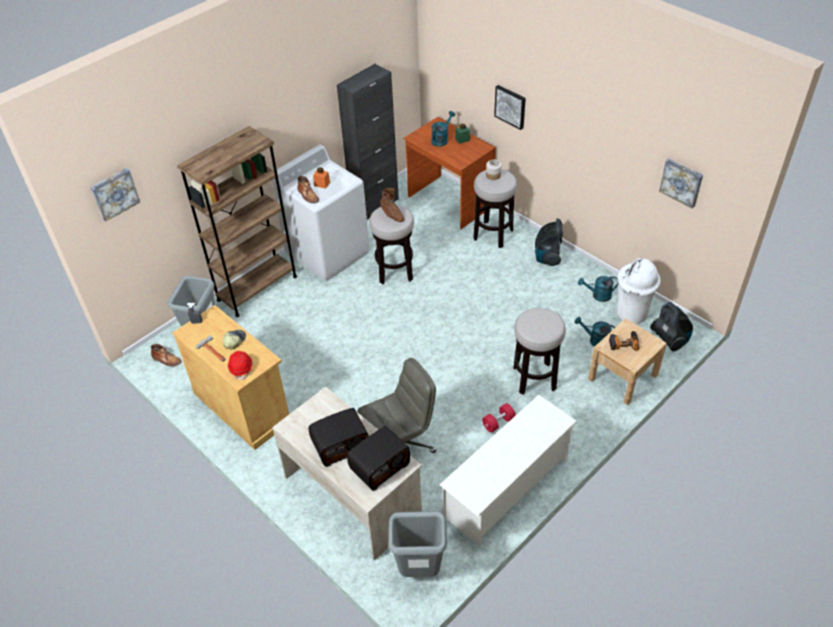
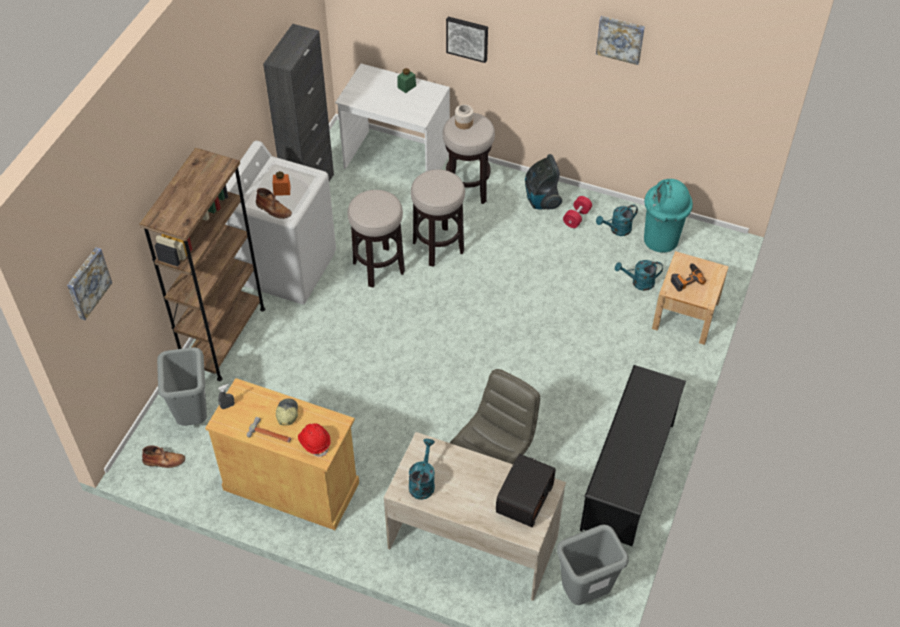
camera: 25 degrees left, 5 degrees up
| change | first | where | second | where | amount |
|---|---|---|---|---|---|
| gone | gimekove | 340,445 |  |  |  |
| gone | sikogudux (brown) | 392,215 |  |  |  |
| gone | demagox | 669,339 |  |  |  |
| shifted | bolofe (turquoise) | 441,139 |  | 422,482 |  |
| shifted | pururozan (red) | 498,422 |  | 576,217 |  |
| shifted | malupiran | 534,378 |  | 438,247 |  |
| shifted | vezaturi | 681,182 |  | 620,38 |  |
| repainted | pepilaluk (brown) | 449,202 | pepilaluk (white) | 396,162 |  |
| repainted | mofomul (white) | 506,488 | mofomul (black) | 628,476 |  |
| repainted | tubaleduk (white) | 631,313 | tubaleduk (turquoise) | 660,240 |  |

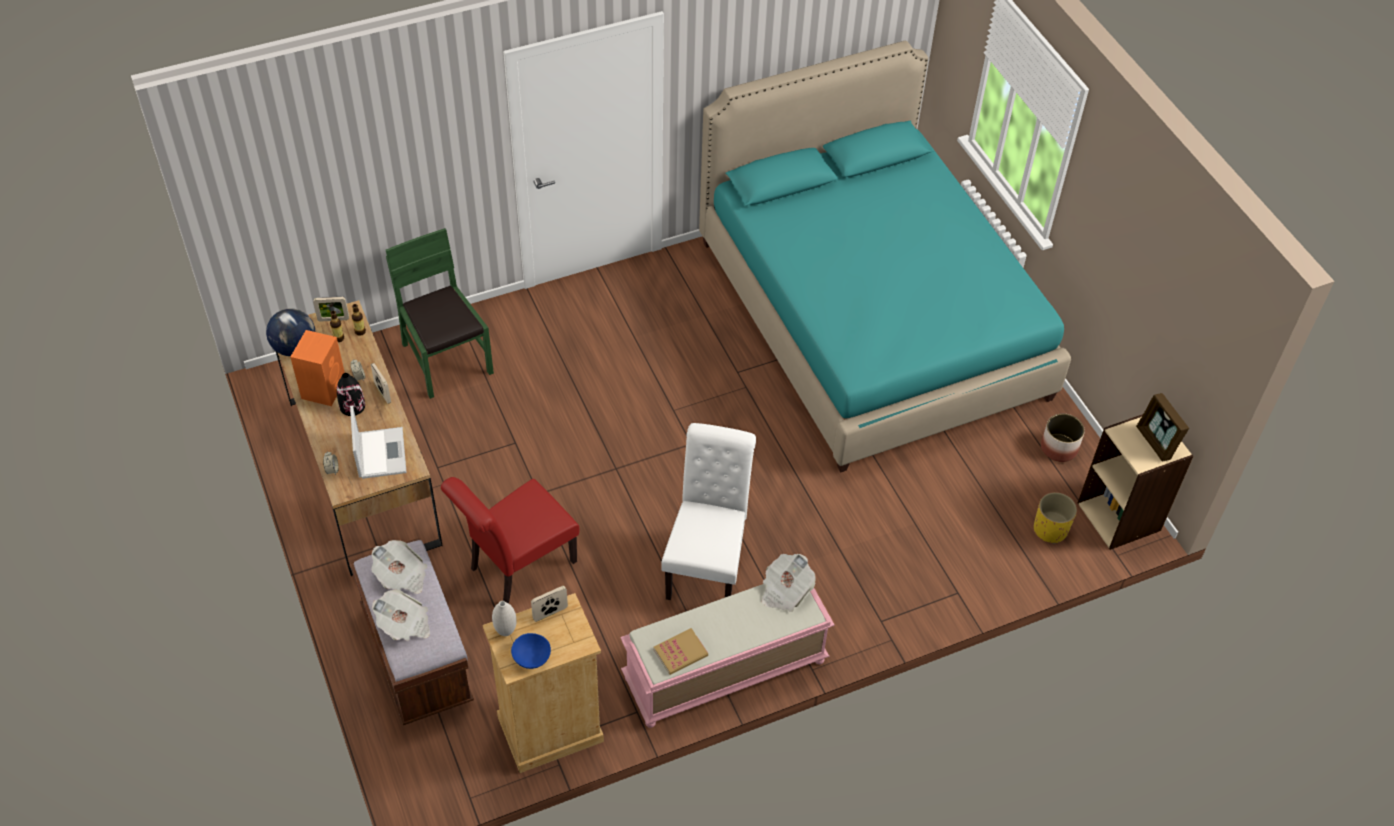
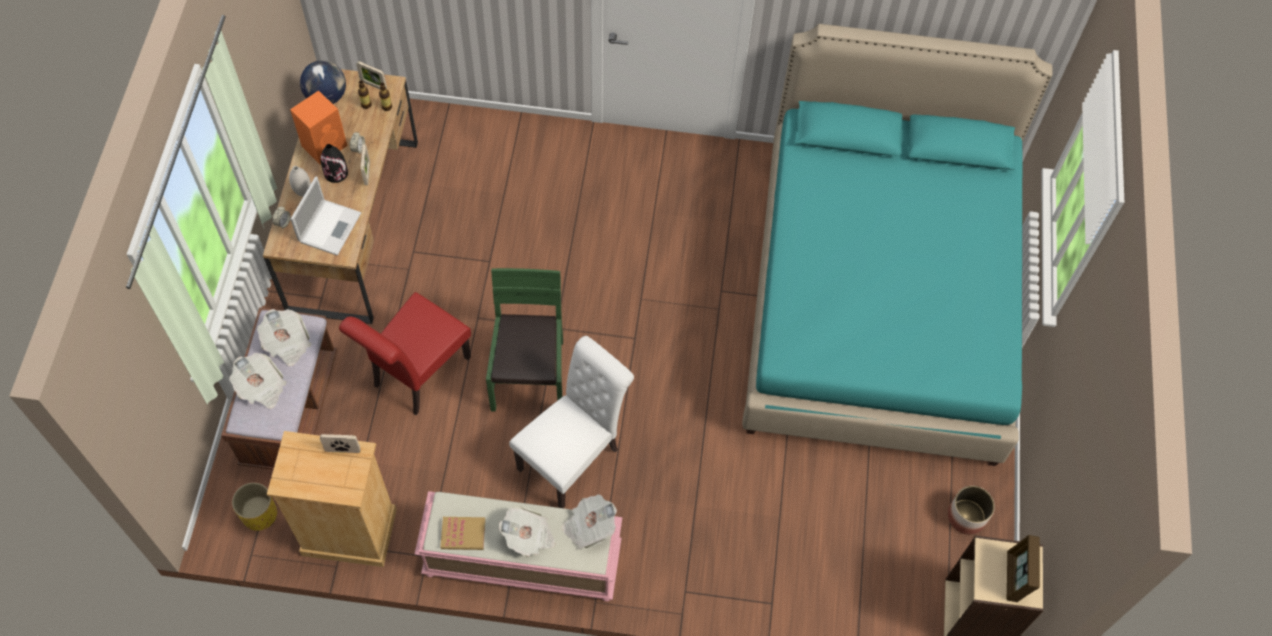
camera: 30 degrees right, 10 degrees up
| change | first | where | second | where | amount |
|---|---|---|---|---|---|
| gone | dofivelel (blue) | 531,658 |  |  |  |
| new |  |  | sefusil | 528,537 |  |
| shifted | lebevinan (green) | 446,359 |  | 529,376 |  |
| shifted | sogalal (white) | 505,631 |  | 303,192 |  |
| shifted | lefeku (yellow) | 1050,529 |  | 259,514 |  |
| rotated | lebevinan (red) | 517,568 |  | 417,375 | 45 degrees counterclockwise |

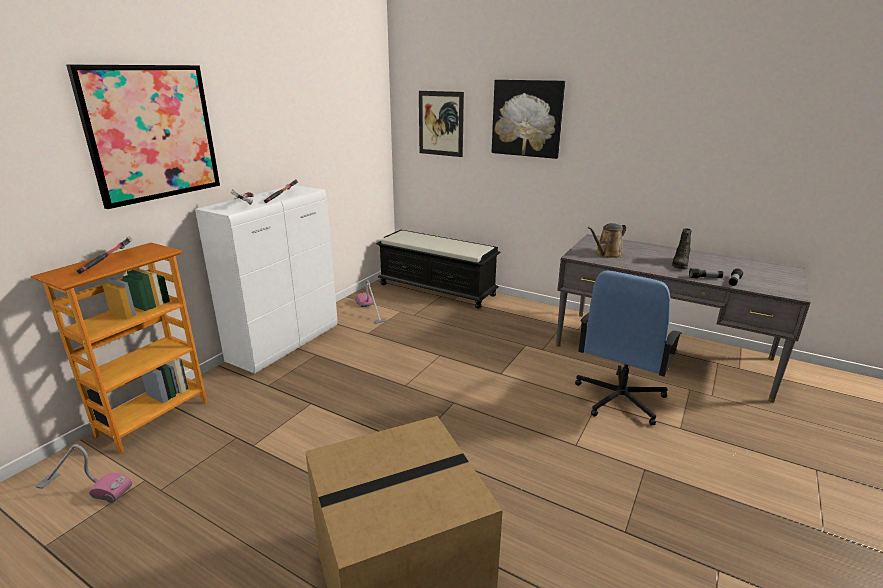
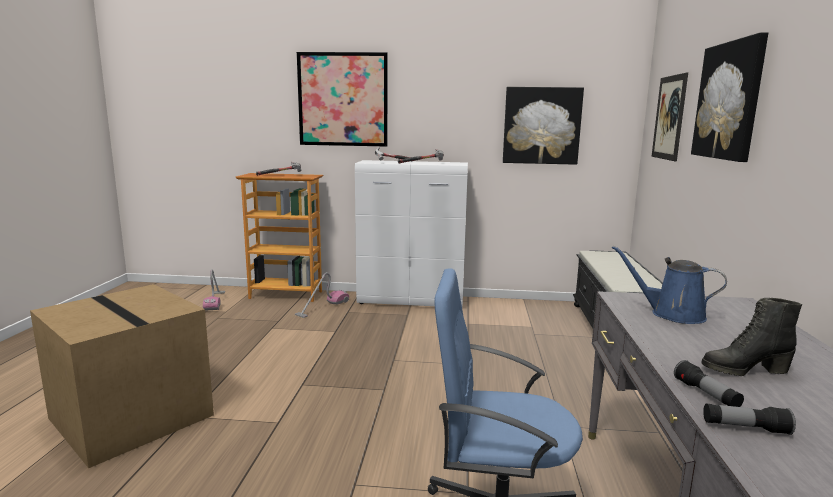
camera: 65 degrees right, 10 degrees down
| change | first | where | second | where | amount |
|---|---|---|---|---|---|
| new |  |  | vezaturi | 541,126 |  |
| shifted | demagox | 370,311 |  | 322,307 |  |
| repainted | bolofe (brown) | 607,254 | bolofe (blue) | 672,314 |  |

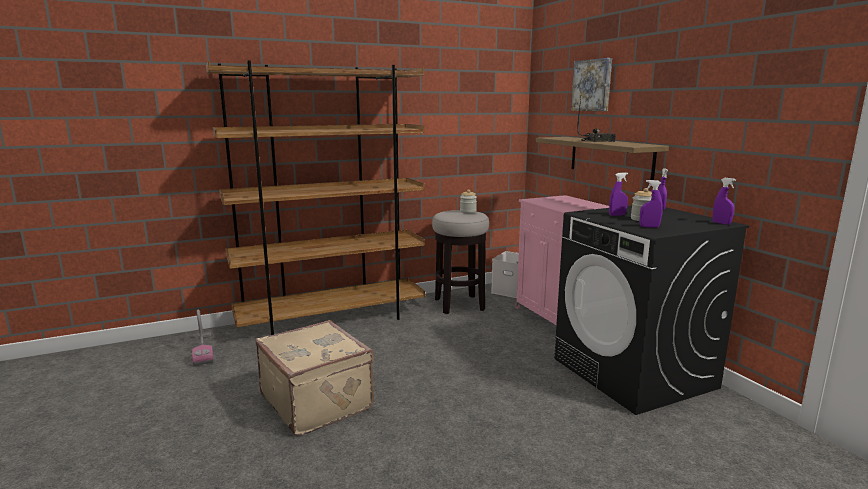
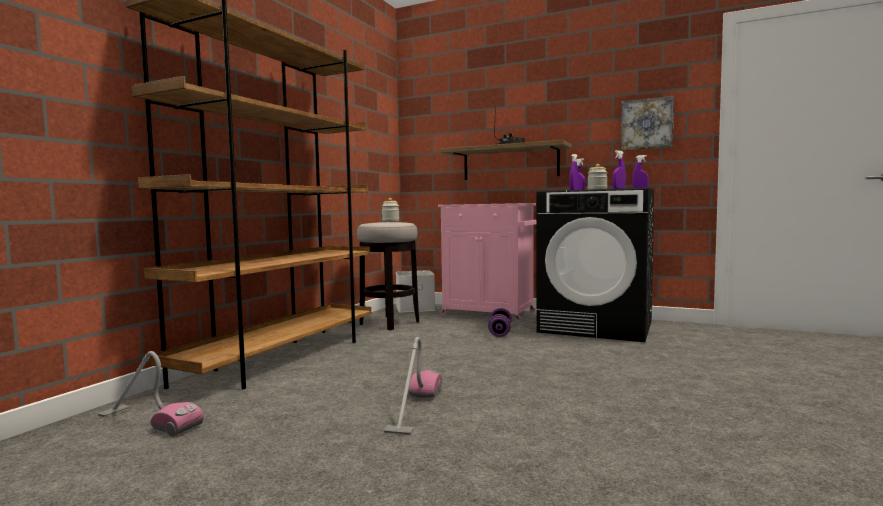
camera: 40 degrees left, 10 degrees down
| change | first | where | second | where | amount |
|---|---|---|---|---|---|
| new |  |  | pururozan (purple) | 500,332 |  |
| shifted | vezaturi | 592,85 |  | 647,124 |  |
| swapped | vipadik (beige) | 318,401 | demagox | 415,408 |  |

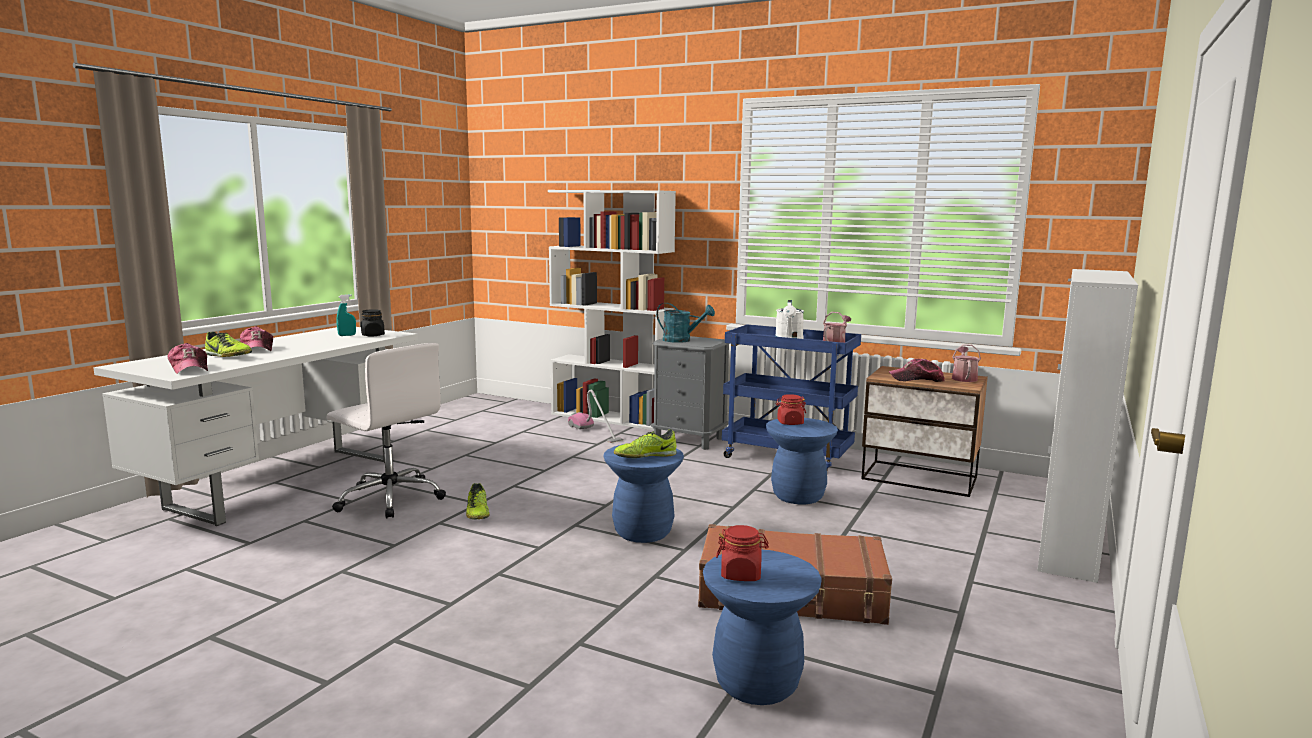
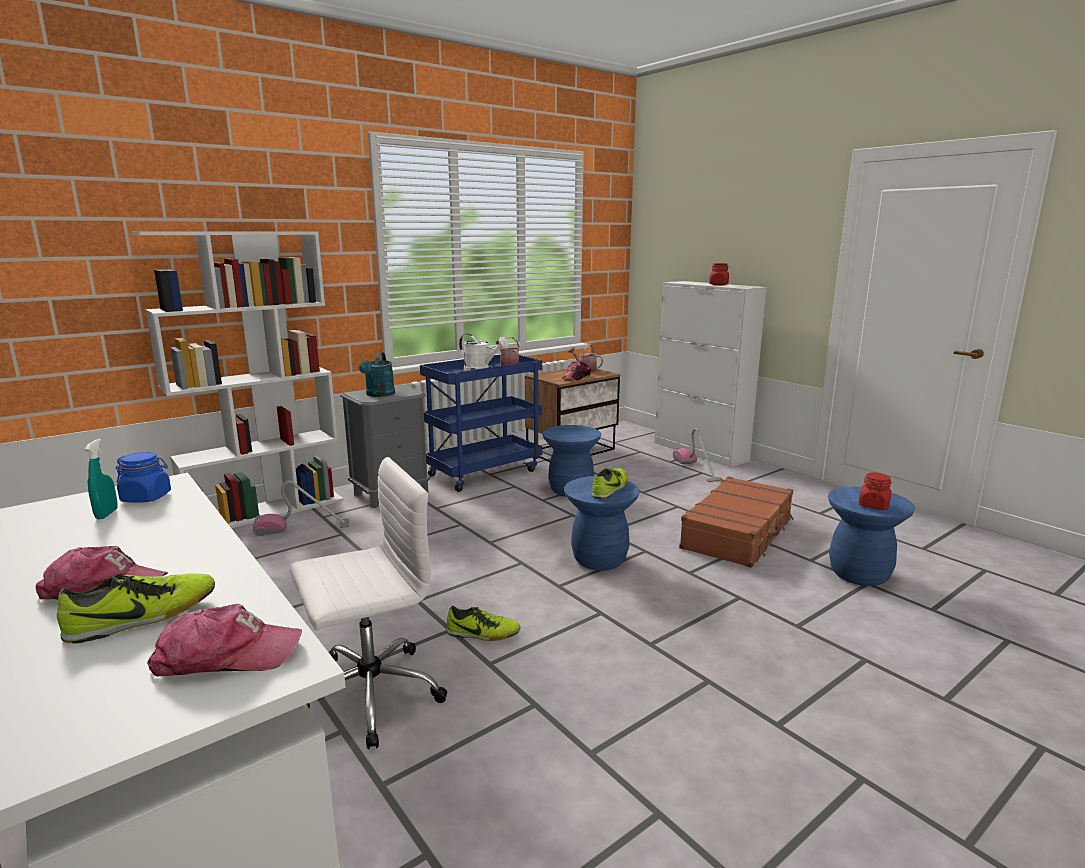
camera: 65 degrees left, 5 degrees up
| change | first | where | second | where | amount |
|---|---|---|---|---|---|
| new |  |  | demagox | 696,469 |  |
| shifted | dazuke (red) | 790,423 |  | 718,285 |  |
| repainted | dazuke (black) | 373,335 | dazuke (blue) | 146,497 |  |
| rotated | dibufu | 645,456 |  | 610,489 | 150 degrees counterclockwise |
| rotated | bolofe (turquoise) | 682,340 |  | 379,395 | 135 degrees clockwise |

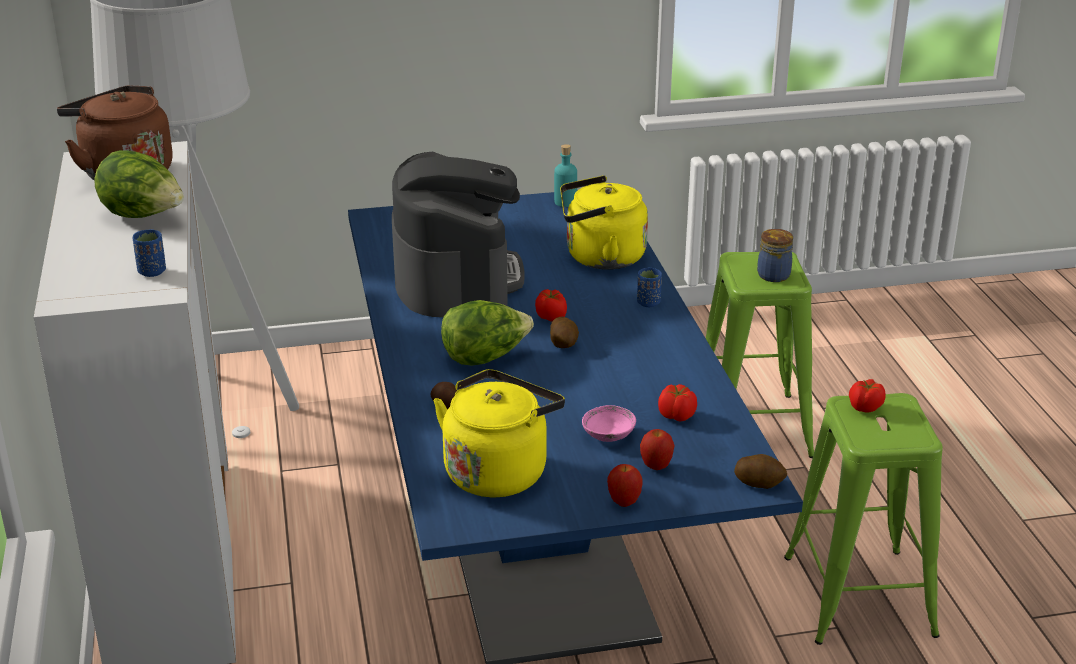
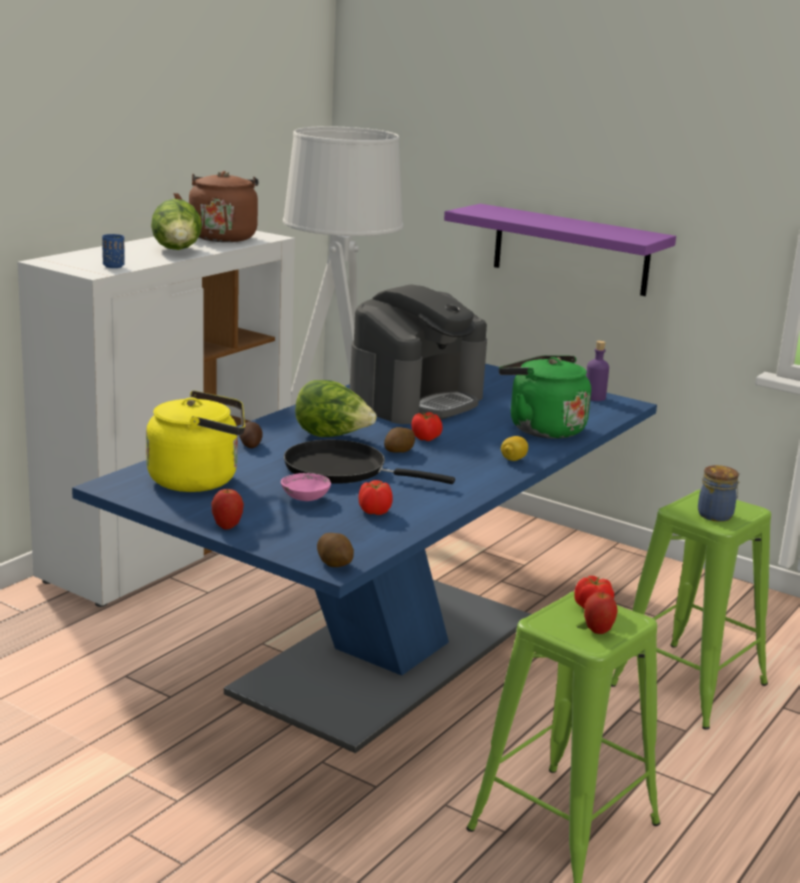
camera: 45 degrees right, 10 degrees down
| change | first | where | second | where | amount |
|---|---|---|---|---|---|
| new |  |  | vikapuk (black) | 342,470 |  |
| new |  |  | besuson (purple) | 570,250 |  |
| shifted | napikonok | 656,467 |  | 598,631 |  |
| swapped | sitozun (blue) | 648,303 | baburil | 513,459 |  |
| repainted | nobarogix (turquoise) | 565,202 | nobarogix (purple) | 594,397 |  |
| repainted | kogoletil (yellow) | 600,258 | kogoletil (green) | 542,428 |  |

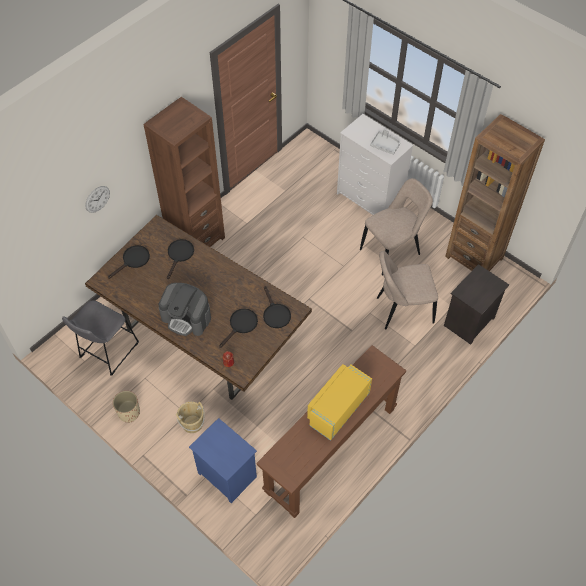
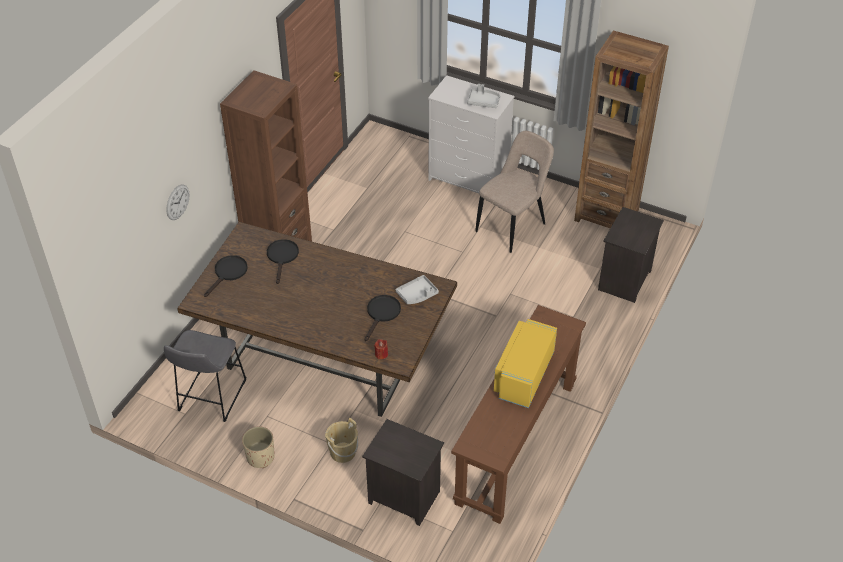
camera: 15 degrees left, 10 degrees down
| change | first | where | second | where | amount |
|---|---|---|---|---|---|
| gone | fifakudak | 187,317 |  |  |  |
| gone | lebevinan (beige) | 401,310 |  |  |  |
| swapped | vikapuk (black) | 275,313 | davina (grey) | 417,294 |  |
| repainted | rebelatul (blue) | 226,475 | rebelatul (black) | 402,497 |  |

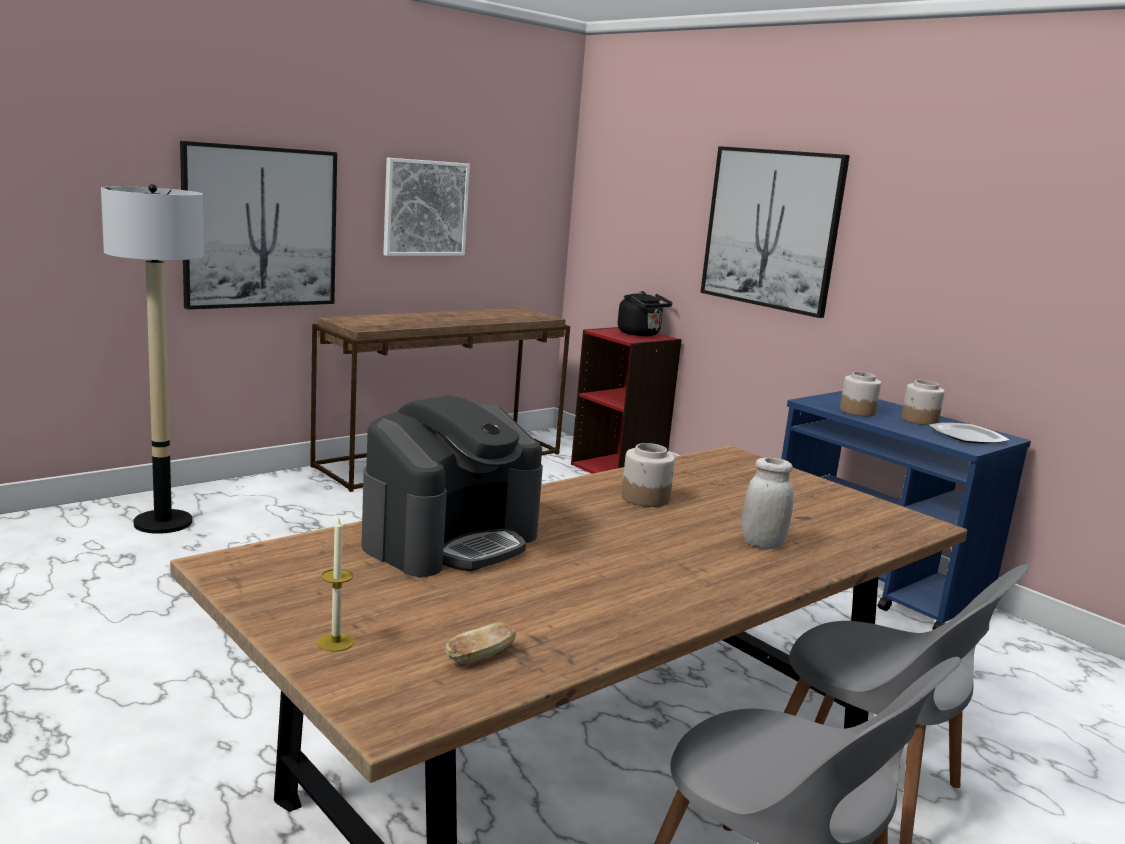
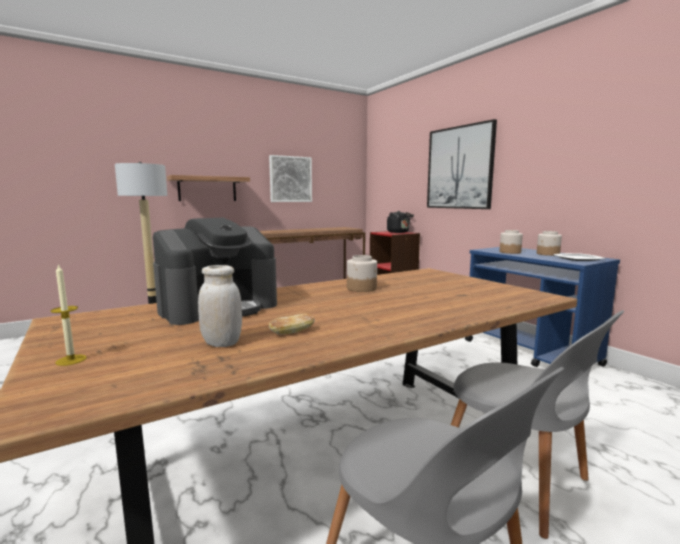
camera: 10 degrees right, 5 degrees down
| change | first | where | second | where | amount |
|---|---|---|---|---|---|
| shifted | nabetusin | 480,657 |  | 292,332 |  |
| shifted | dazuke (white) | 762,544 |  | 222,343 |  |
| swapped | vezaturi | 261,227 | besuson | 207,189 |  |

